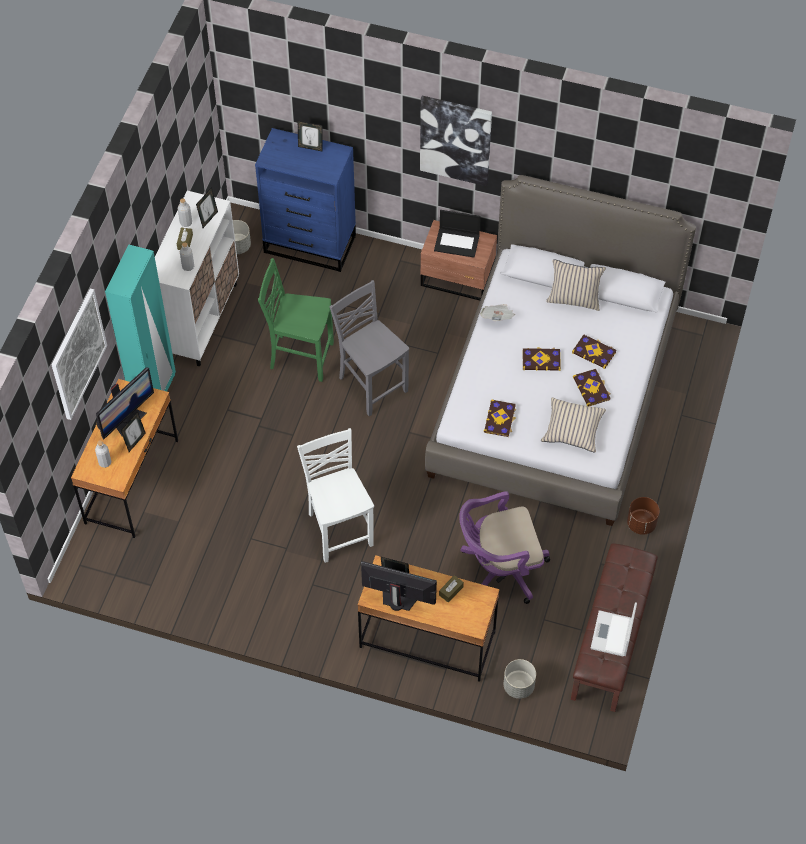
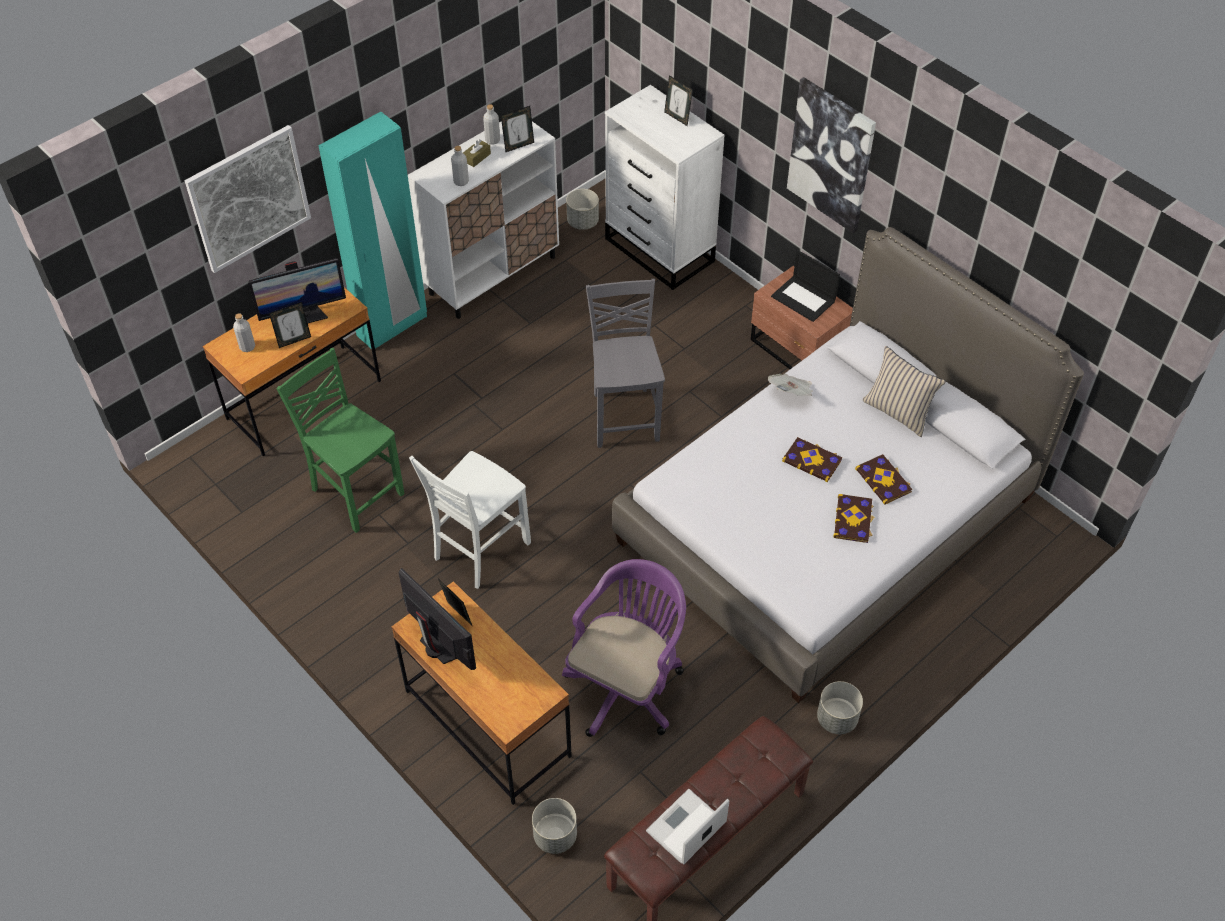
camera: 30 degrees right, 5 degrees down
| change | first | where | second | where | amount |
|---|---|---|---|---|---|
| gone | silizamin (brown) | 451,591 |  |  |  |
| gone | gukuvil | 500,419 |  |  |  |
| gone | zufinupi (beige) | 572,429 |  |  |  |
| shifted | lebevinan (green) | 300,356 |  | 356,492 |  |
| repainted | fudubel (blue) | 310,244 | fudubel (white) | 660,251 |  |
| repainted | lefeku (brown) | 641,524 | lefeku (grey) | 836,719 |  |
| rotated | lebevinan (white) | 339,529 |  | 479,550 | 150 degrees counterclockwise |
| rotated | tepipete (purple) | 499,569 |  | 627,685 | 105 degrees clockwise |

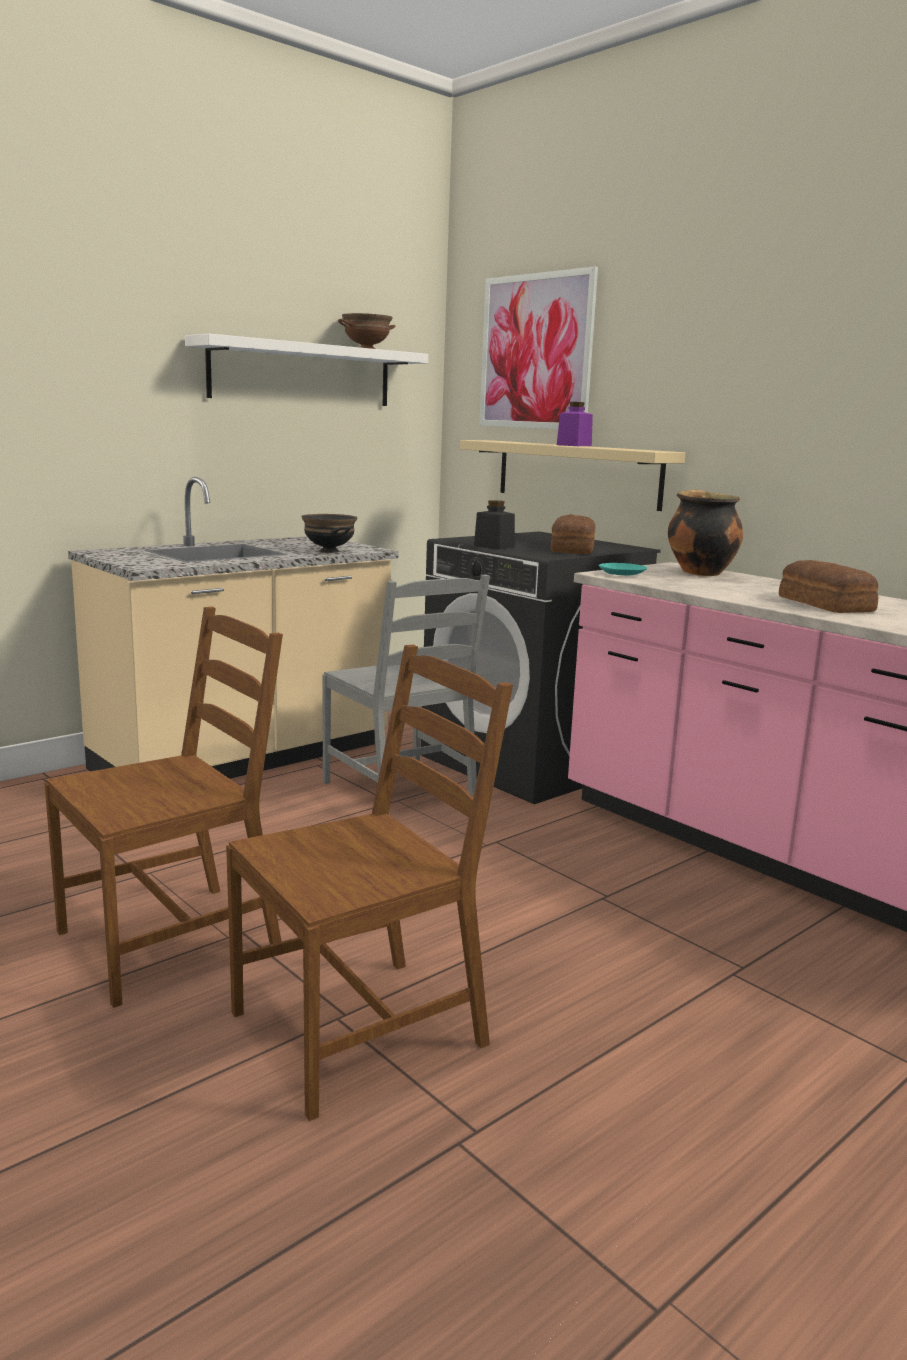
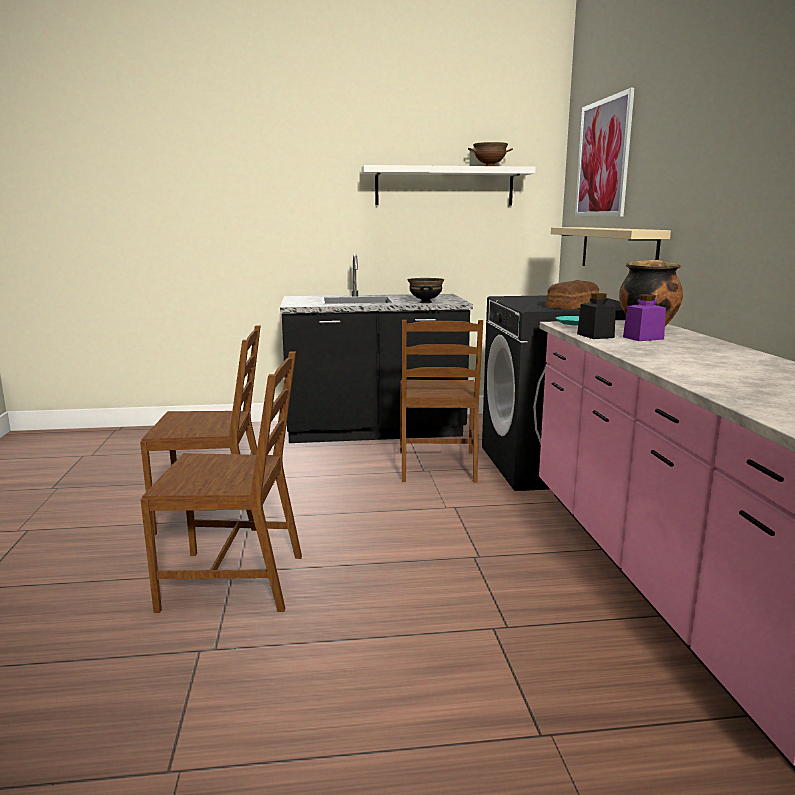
camera: 35 degrees right, 0 degrees up
| change | first | where | second | where | amount |
|---|---|---|---|---|---|
| gone | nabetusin | 825,605 |  |  |  |
| shifted | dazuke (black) | 494,546 |  | 595,336 |  |
| shifted | dazuke (purple) | 574,445 |  | 643,338 |  |
| repainted | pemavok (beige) | 244,759 | pemavok (black) | 375,432 |  |
| repainted | lebevinan (grey) | 401,792 | lebevinan (brown) | 438,466 |  |

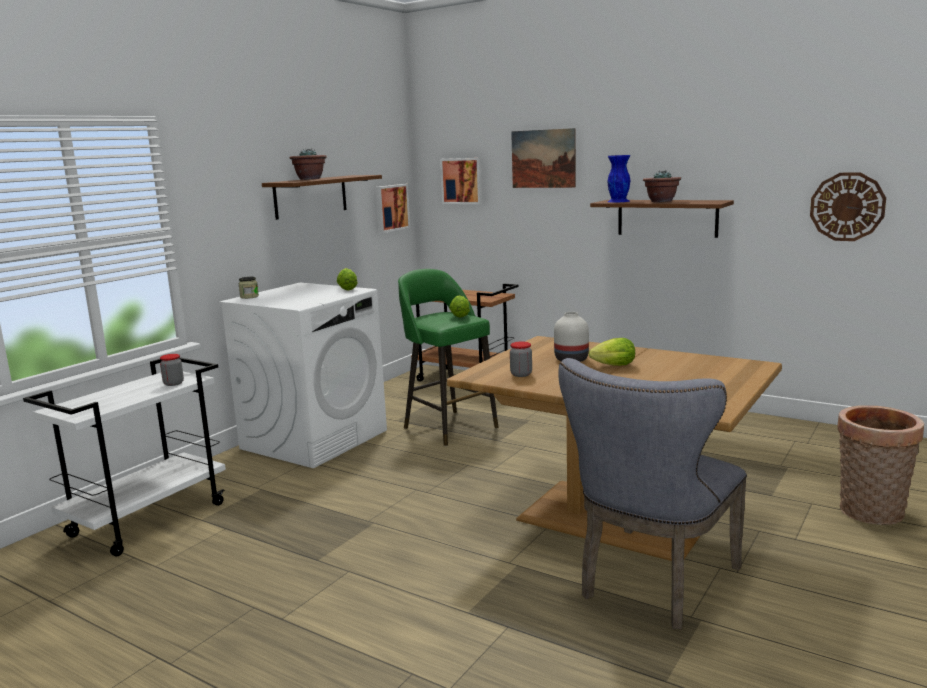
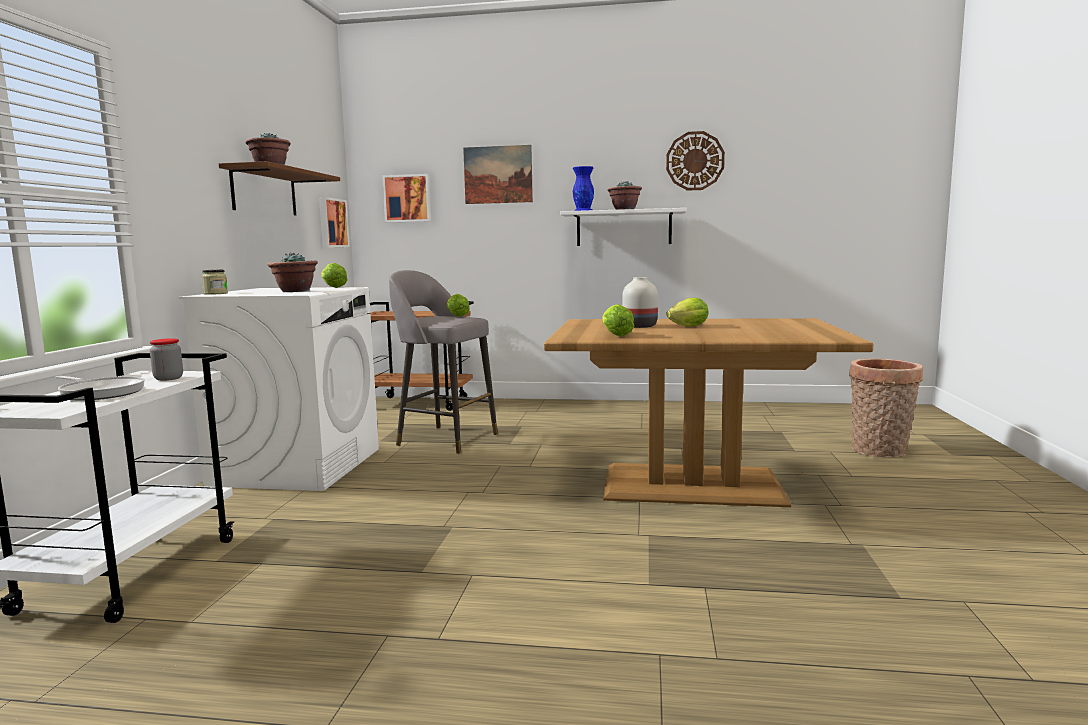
camera: 25 degrees left, 5 degrees down
| change | first | where | second | where | amount |
|---|---|---|---|---|---|
| gone | lebevinan (grey) | 652,585 |  |  |  |
| new |  |  | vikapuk | 100,393 |  |
| new |  |  | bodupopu | 294,291 |  |
| shifted | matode | 847,206 |  | 695,161 |  |
| swapped | dazuke | 521,374 | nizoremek | 615,335 |  |
| repainted | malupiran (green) | 448,427 | malupiran (grey) | 445,439 |  |
| repainted | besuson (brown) | 667,218 | besuson (white) | 623,228 |  |

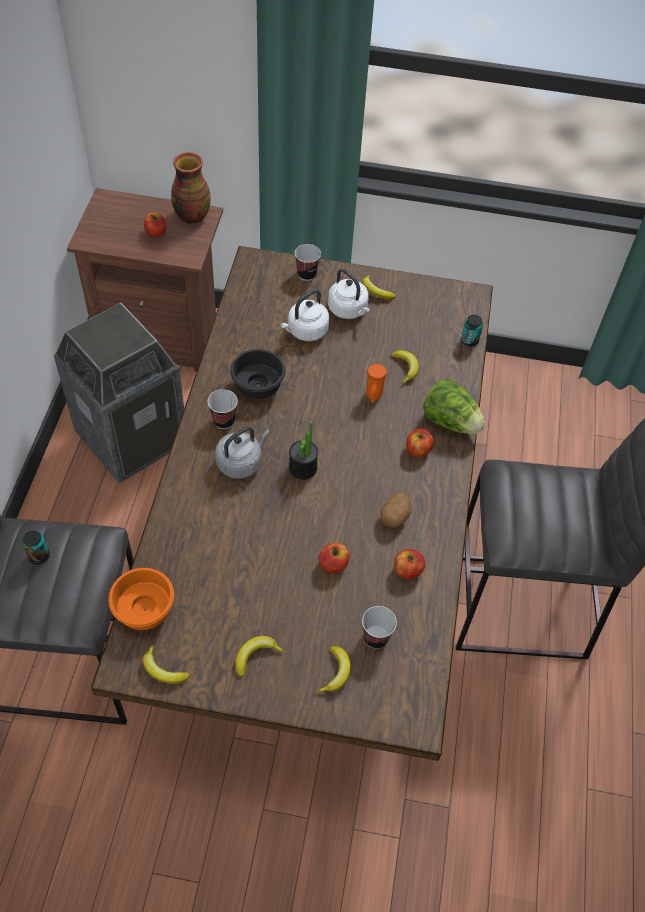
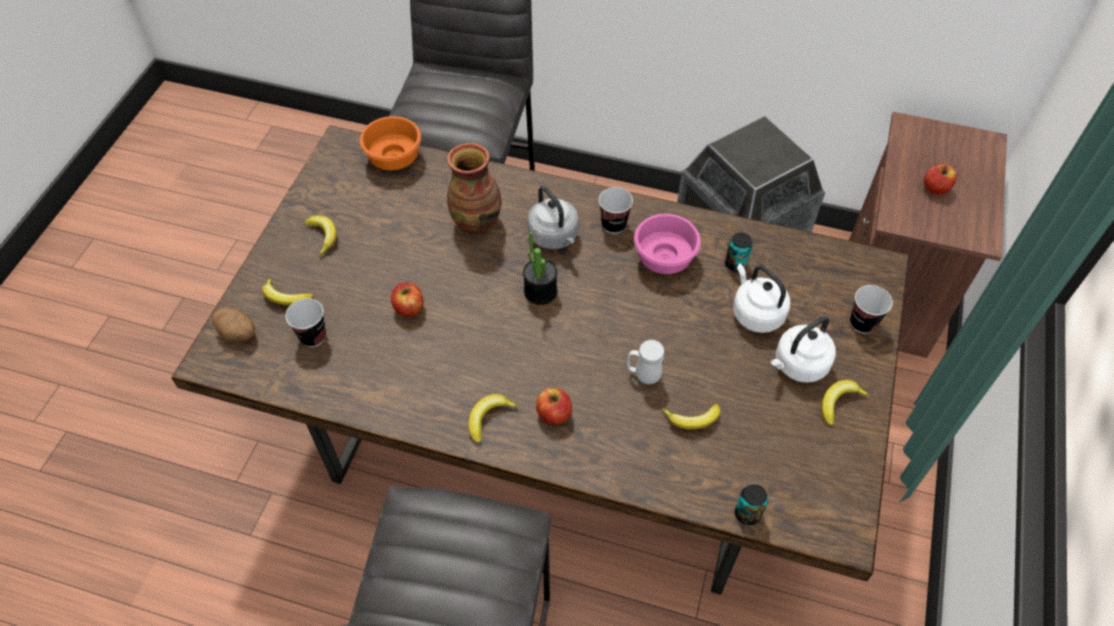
camera: 100 degrees right, 0 degrees up
| change | first | where | second | where | amount |
|---|---|---|---|---|---|
| gone | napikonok | 407,570 |  |  |  |
| gone | nizoremek | 450,421 |  |  |  |
| shifted | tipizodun | 39,556 |  | 735,264 |  |
| shifted | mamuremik | 163,670 |  | 488,418 |  |
| shifted | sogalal | 191,216 |  | 477,221 |  |
| shifted | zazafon | 394,517 |  | 238,333 |  |
| repainted | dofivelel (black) | 258,387 | dofivelel (pink) | 662,258 |  |
| repainted | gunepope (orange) | 373,397 | gunepope (white) | 643,375 |  |

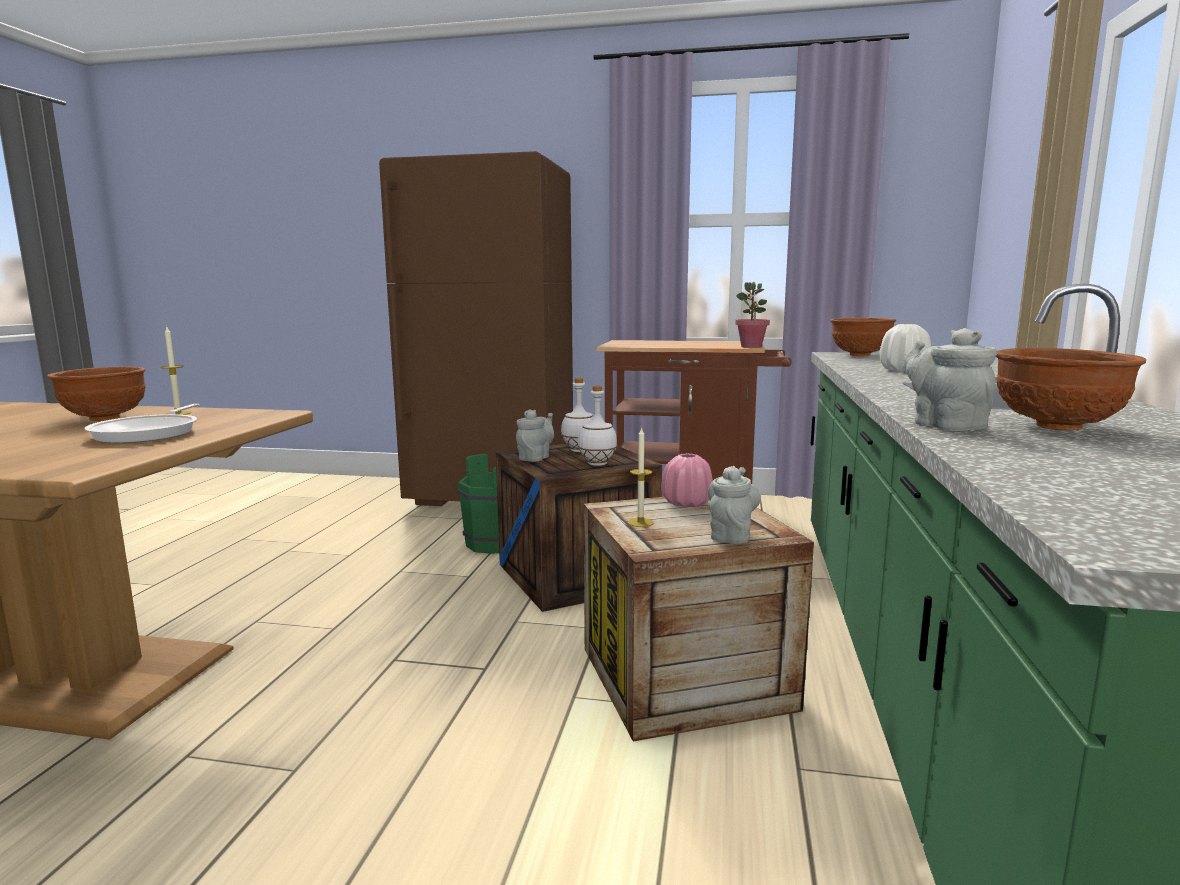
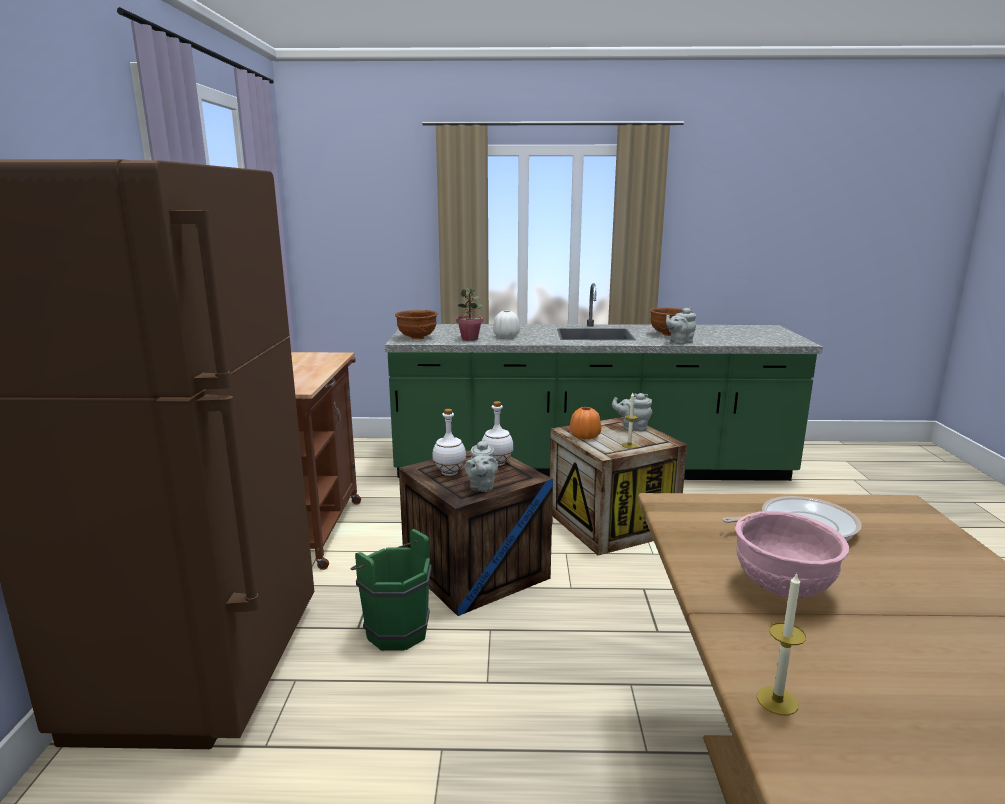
camera: 100 degrees left, 5 degrees up
| change | first | where | second | where | amount |
|---|---|---|---|---|---|
| shifted | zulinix | 178,413 |  | 777,700 |  |
| shifted | bodupopu | 751,346 |  | 470,339 |  |
| repainted | dofivelel (brown) | 104,418 | dofivelel (pink) | 783,589 |  |
| repainted | sogalal (pink) | 686,503 | sogalal (orange) | 585,436 |  |
| rotated | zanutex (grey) | 536,458 |  | 481,487 | 105 degrees counterclockwise |

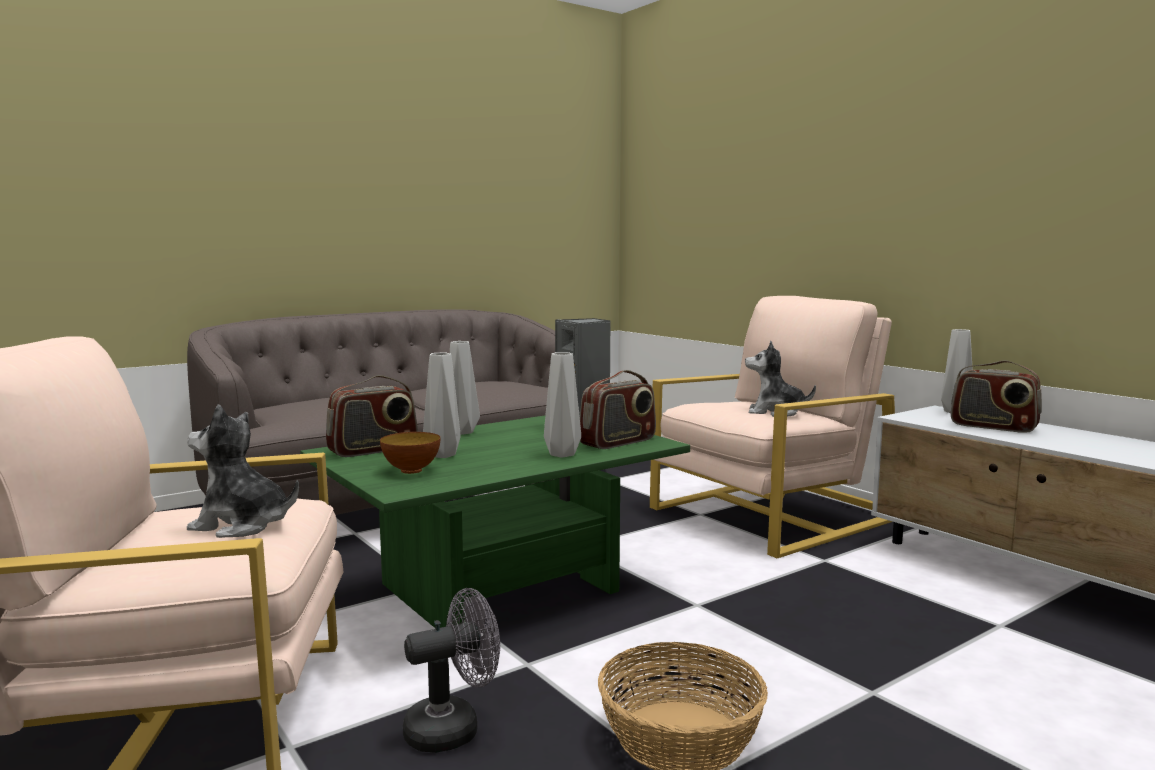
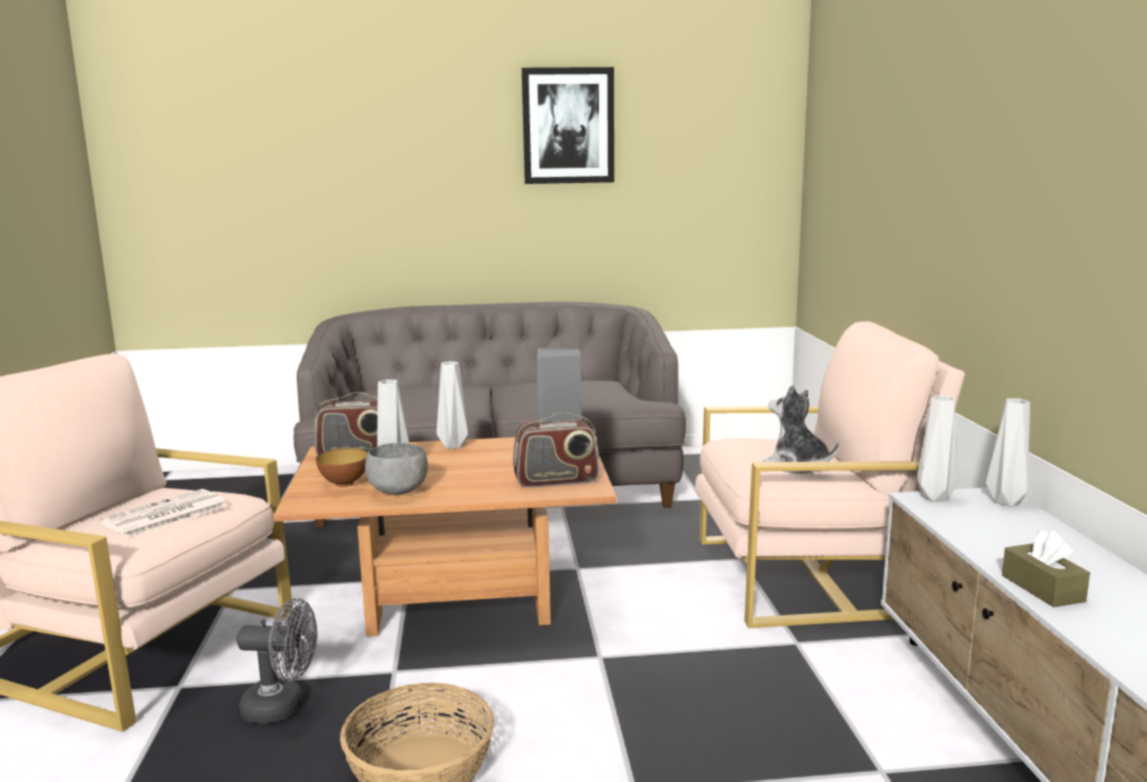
camera: 30 degrees right, 5 degrees up
| change | first | where | second | where | amount |
|---|---|---|---|---|---|
| gone | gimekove | 993,427 |  |  |  |
| new |  |  | dofivelel (grey) | 397,491 |  |
| new |  |  | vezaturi | 568,126 |  |
| new |  |  | silizamin (brown) | 1042,588 |  |
| shifted | sogalal (grey) | 564,454 |  | 936,497 |  |
| swapped | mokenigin | 242,525 | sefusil | 164,515 |  |
| repainted | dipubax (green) | 500,591 | dipubax (brown) | 457,598 |  |

